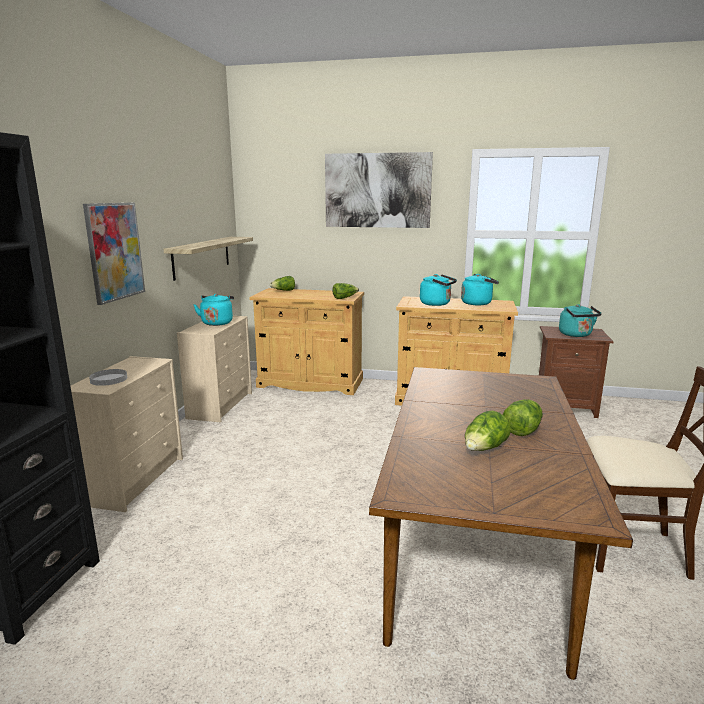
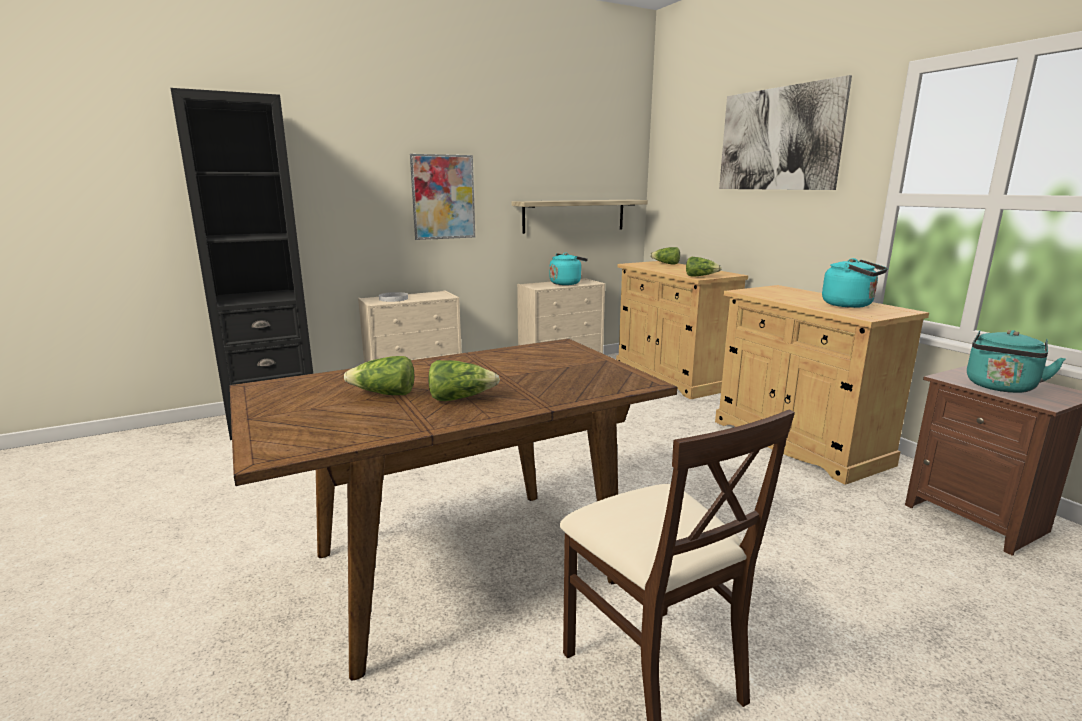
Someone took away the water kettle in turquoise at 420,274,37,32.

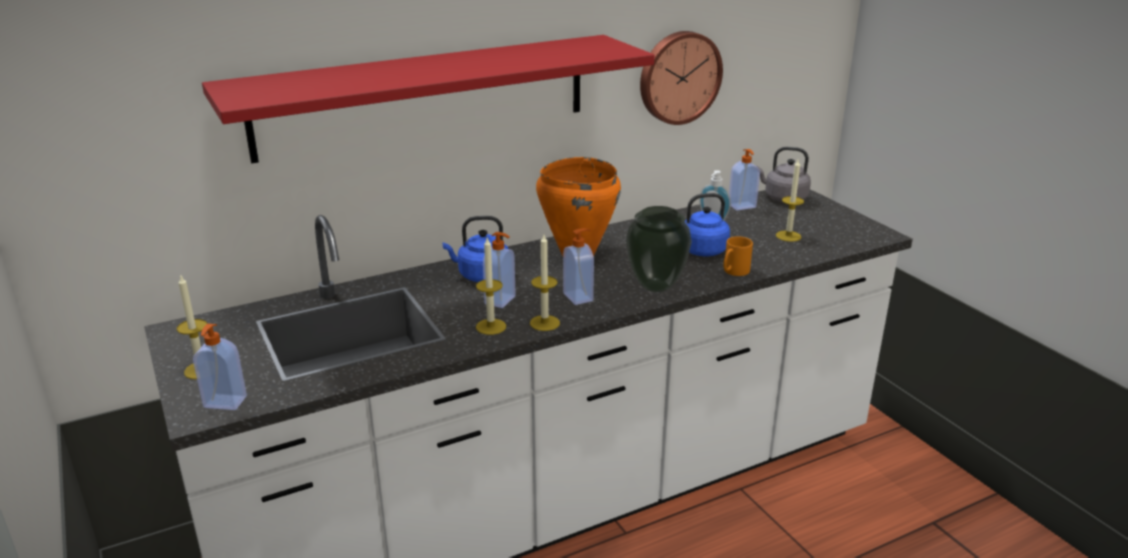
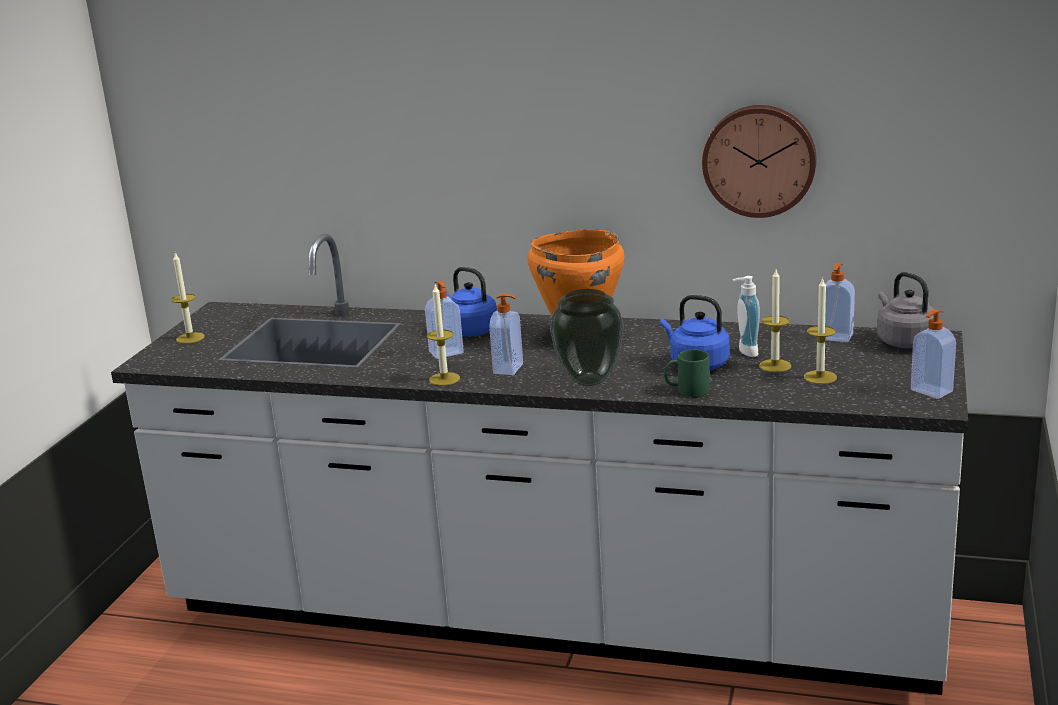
Someone took away the wall shelf in red-coloured at 202,35,452,128.
Someone repainted the tea mug in orangey at 723,236,30,40, which became the tea mug in green at 664,350,46,47.
Someone carried the wax light from 476,238,30,97 to 759,270,32,103.
Someone carried the soap dispenser from 193,324,54,86 to 911,309,45,90.

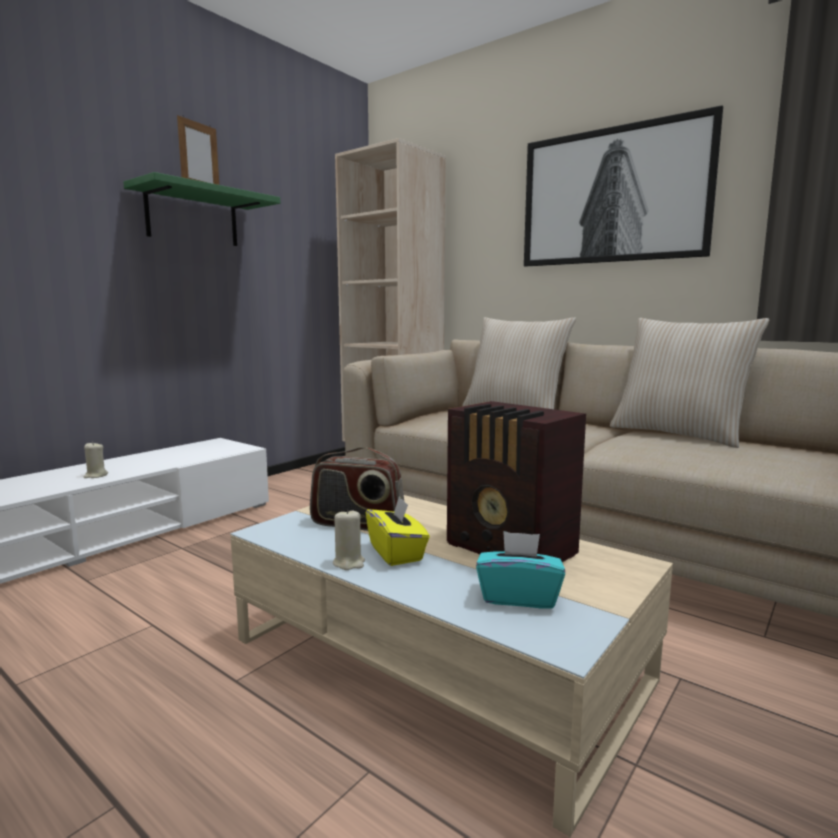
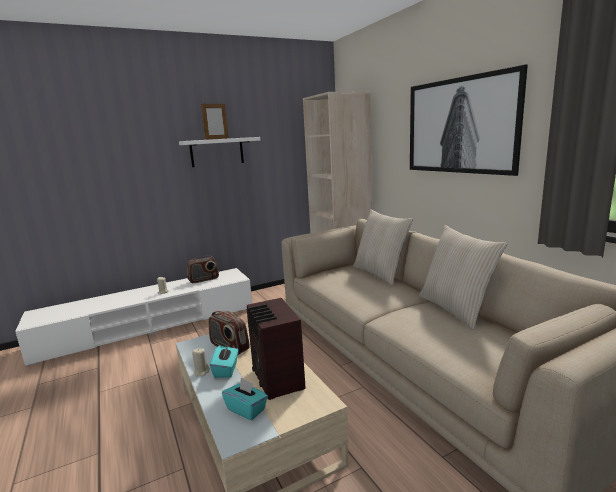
Someone repainted the wall shelf in green at 123,172,157,74, which became the wall shelf in white-coloured at 179,137,81,30.
Someone repainted the box of tissues in yellowish at 366,496,64,70, which became the box of tissues in turquoise at 210,344,28,34.
Someone put down the radio at 187,255,32,28.

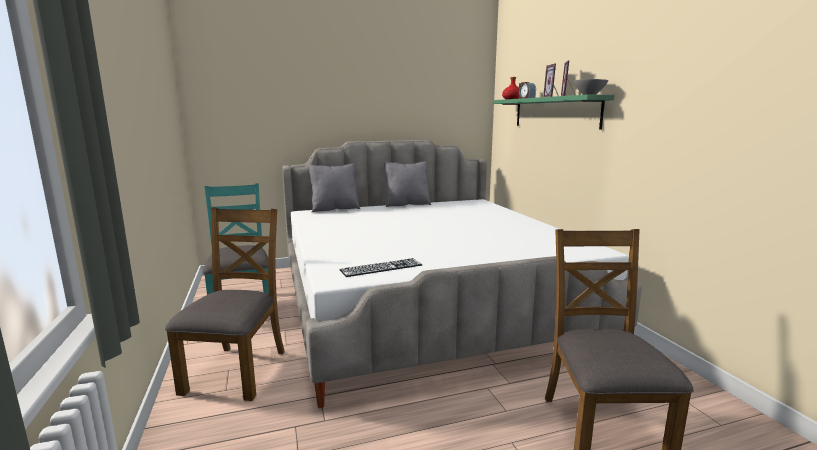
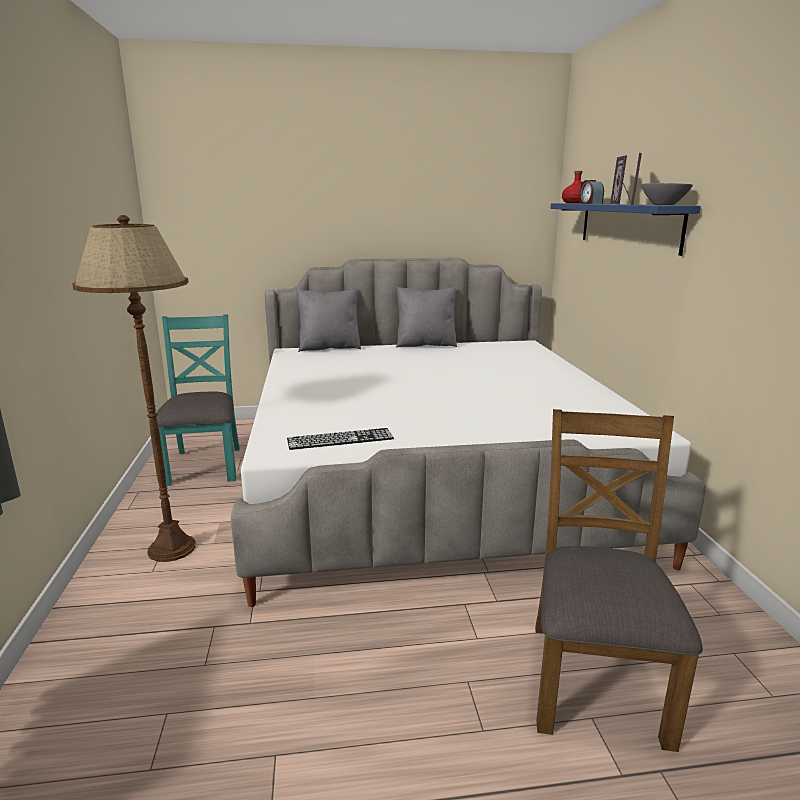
Someone repainted the wall shelf in green at 494,94,120,36, which became the wall shelf in blue-coloured at 550,203,151,53.
Someone swapped the plain chair in brownish at 165,207,120,194 for the standard lamp in brownish at 72,215,124,347.

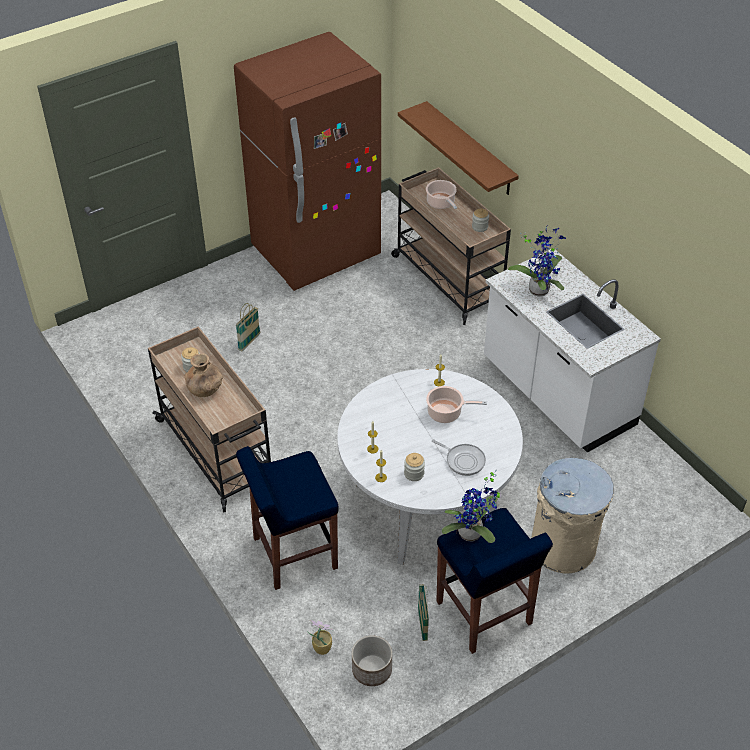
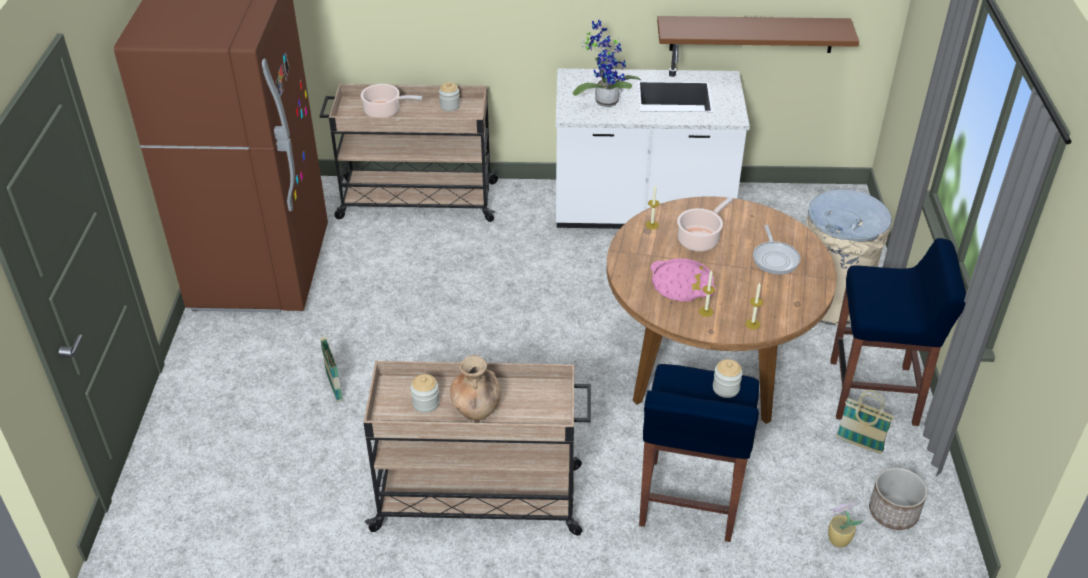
Someone carried the wall shelf in brownish from 398,101,121,94 to 657,16,202,37.
Someone repainted the dining table in white-coloured at 337,369,186,196, which became the dining table in brownish at 607,196,230,228.
Someone rotated the skillet at 432,439,54,37 by 105 degrees clockwise.
Someone carried the jar from 404,453,21,28 to 713,359,29,39.
Someone took away the plant in a pot at 441,470,59,73.
Someone put down the serving tray in pinkish at 651,258,65,44.

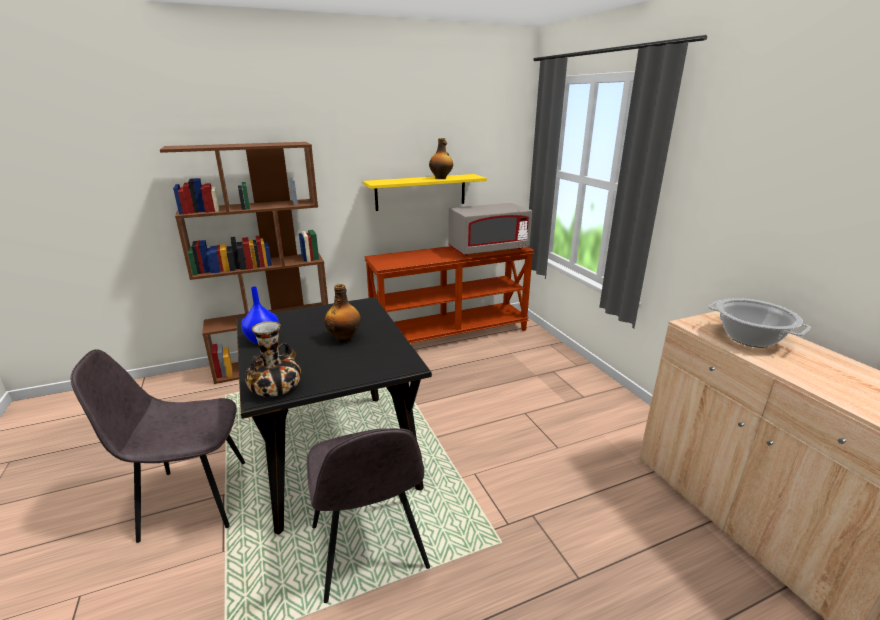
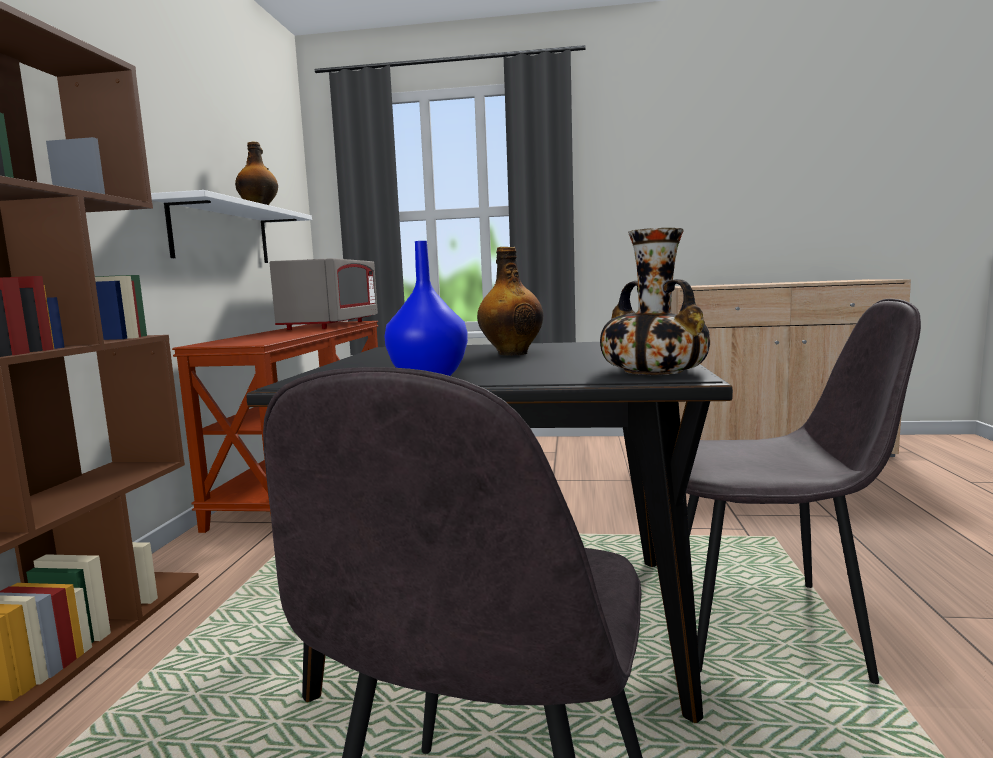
Someone repainted the wall shelf in yellowish at 363,174,124,37, which became the wall shelf in white-coloured at 151,190,161,73.
Someone took away the saucepot at 708,298,103,50.

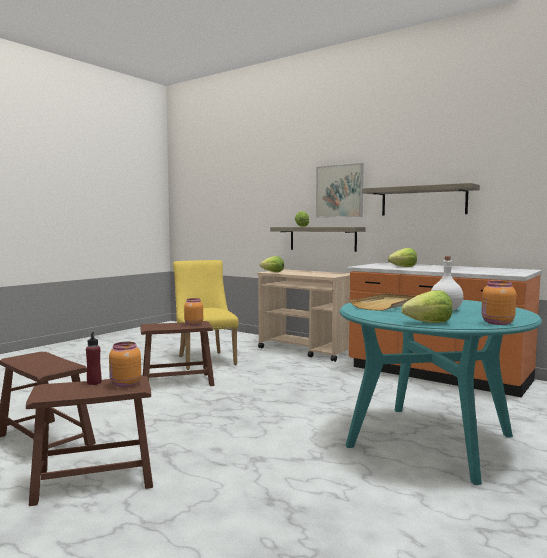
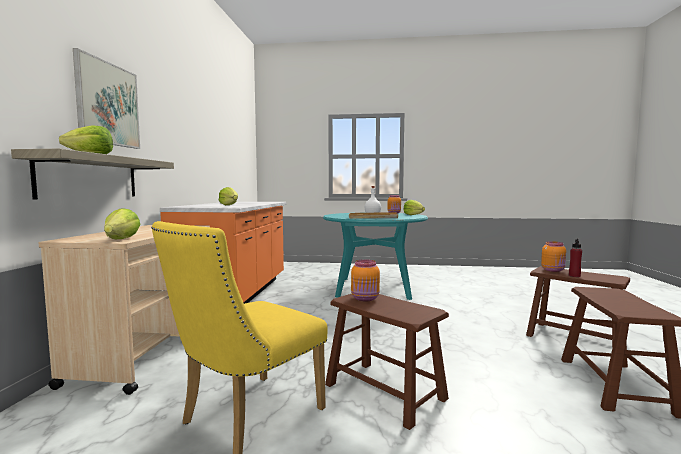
Someone took away the wall shelf at 362,183,118,32.

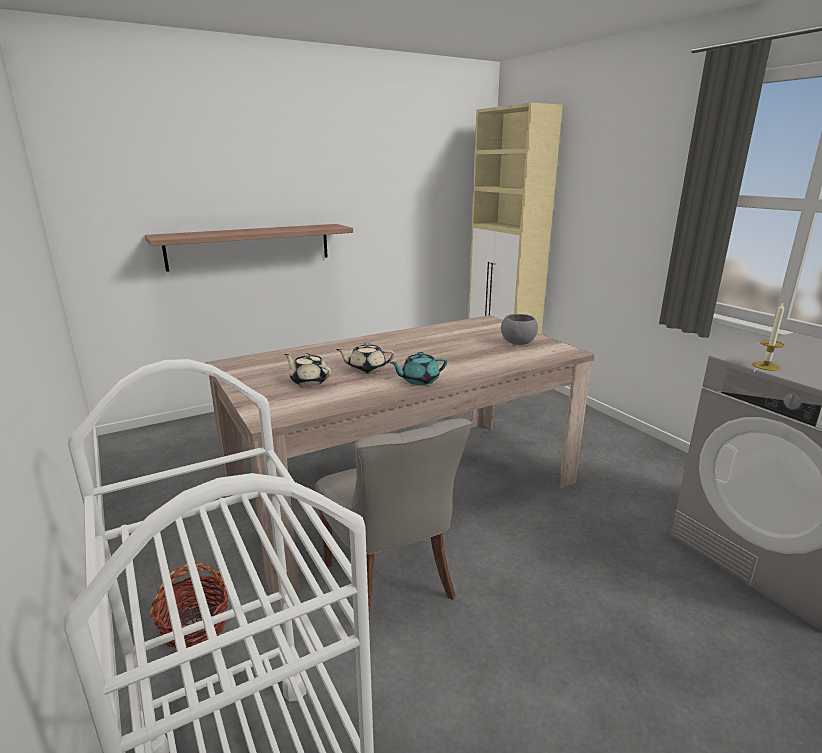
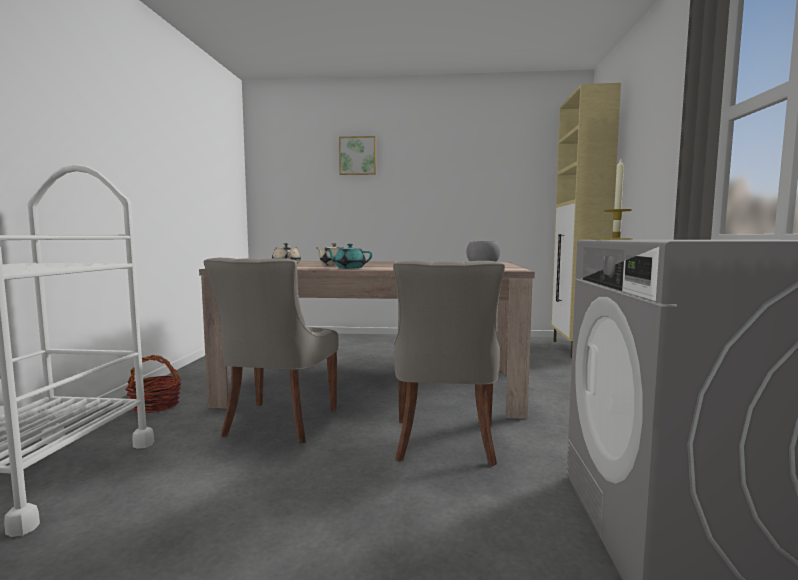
Someone took away the wall shelf at 145,224,208,48.
Someone put up the wall art at 339,136,37,39.
Someone put down the plain chair in gray at 393,260,112,206.

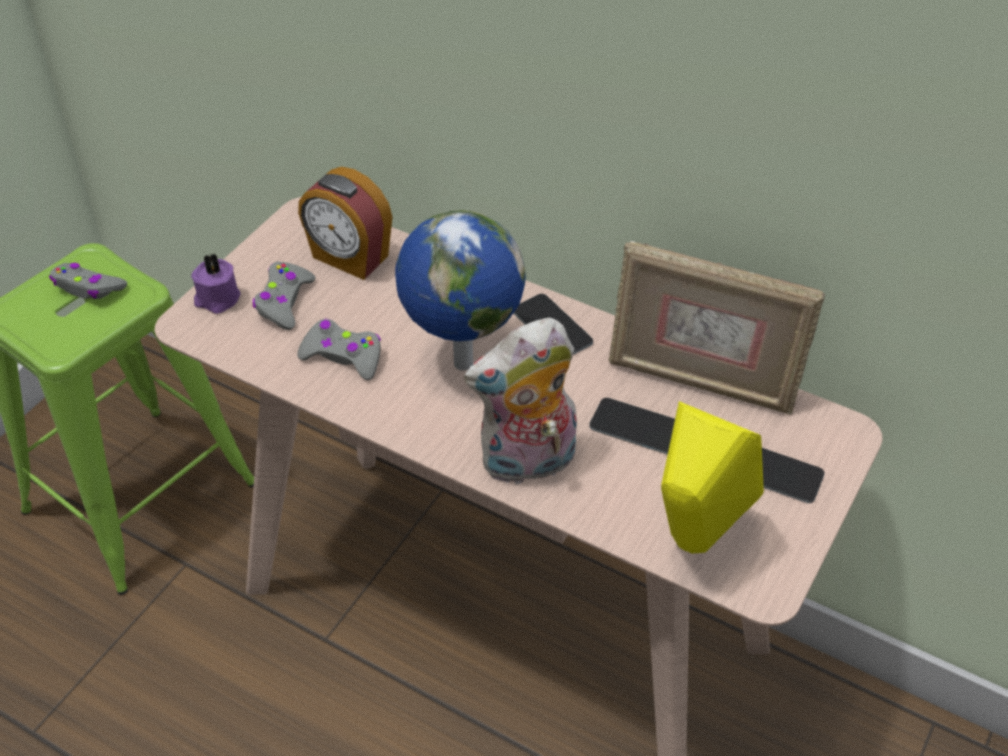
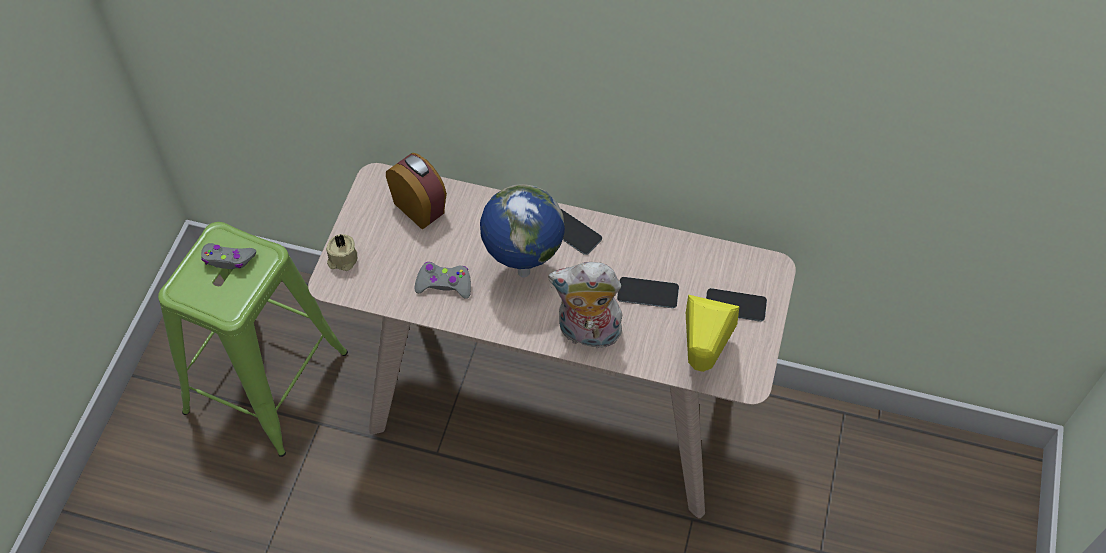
Someone rotated the table clock at 298,167,94,113 by 150 degrees counterclockwise.
Someone took away the photo frame at 608,241,217,174.
Someone repainted the wax light in purple-coloured at 191,254,49,60, which became the wax light in beige at 326,234,31,37.
Someone took away the joypad in gray at 253,262,62,68.
Someone rotated the cuddly toy at 464,317,113,167 by 45 degrees clockwise.

